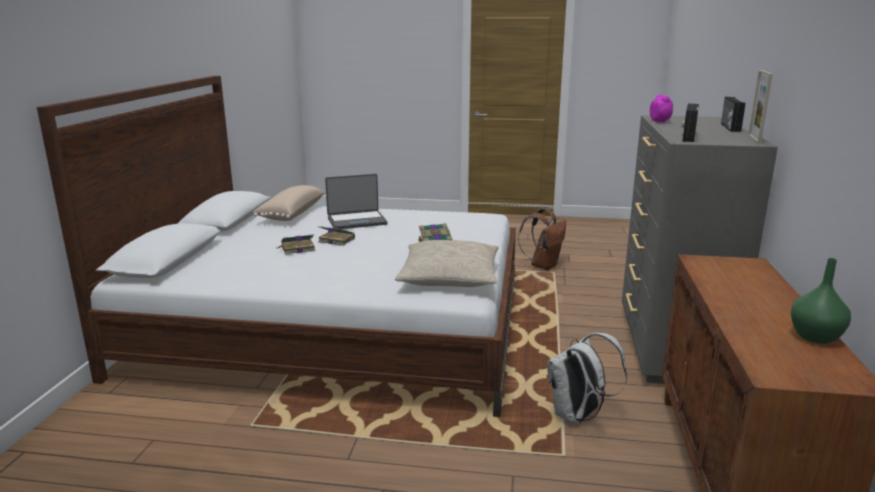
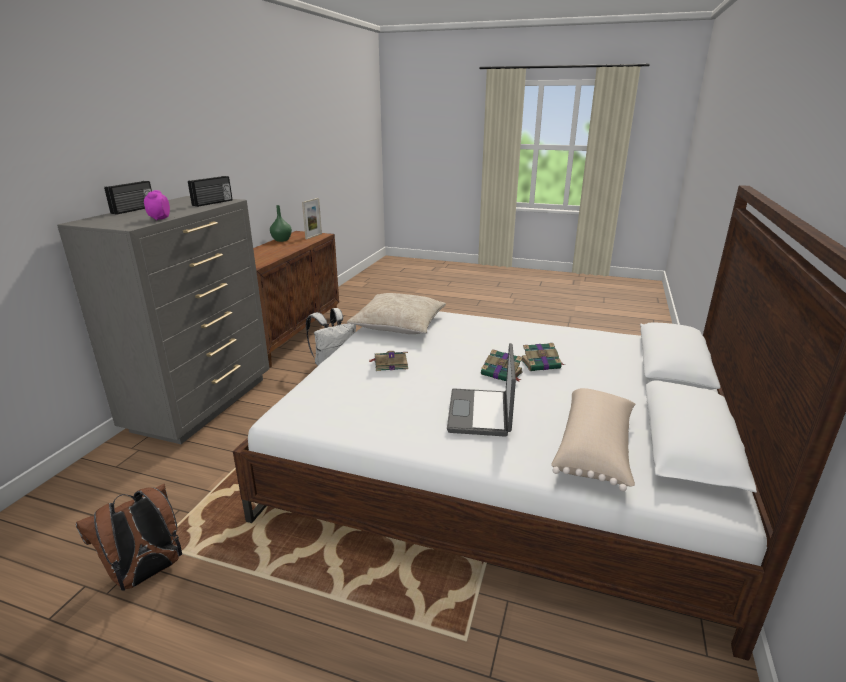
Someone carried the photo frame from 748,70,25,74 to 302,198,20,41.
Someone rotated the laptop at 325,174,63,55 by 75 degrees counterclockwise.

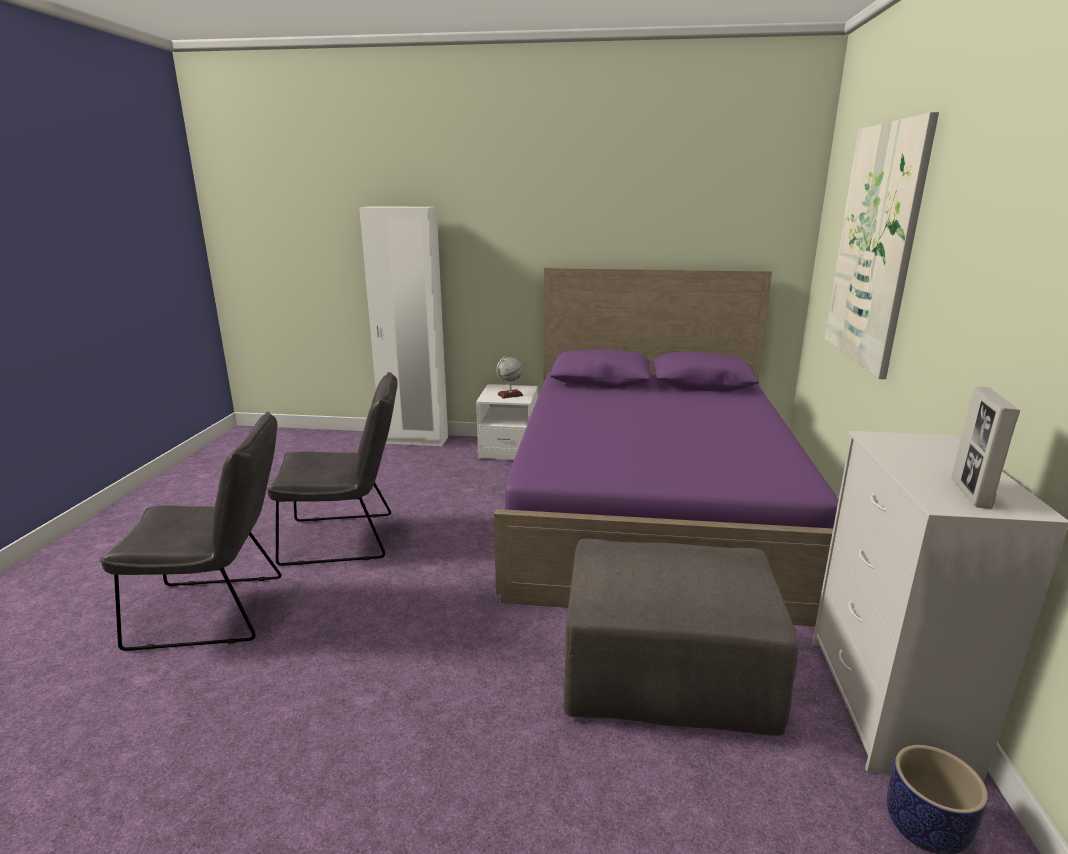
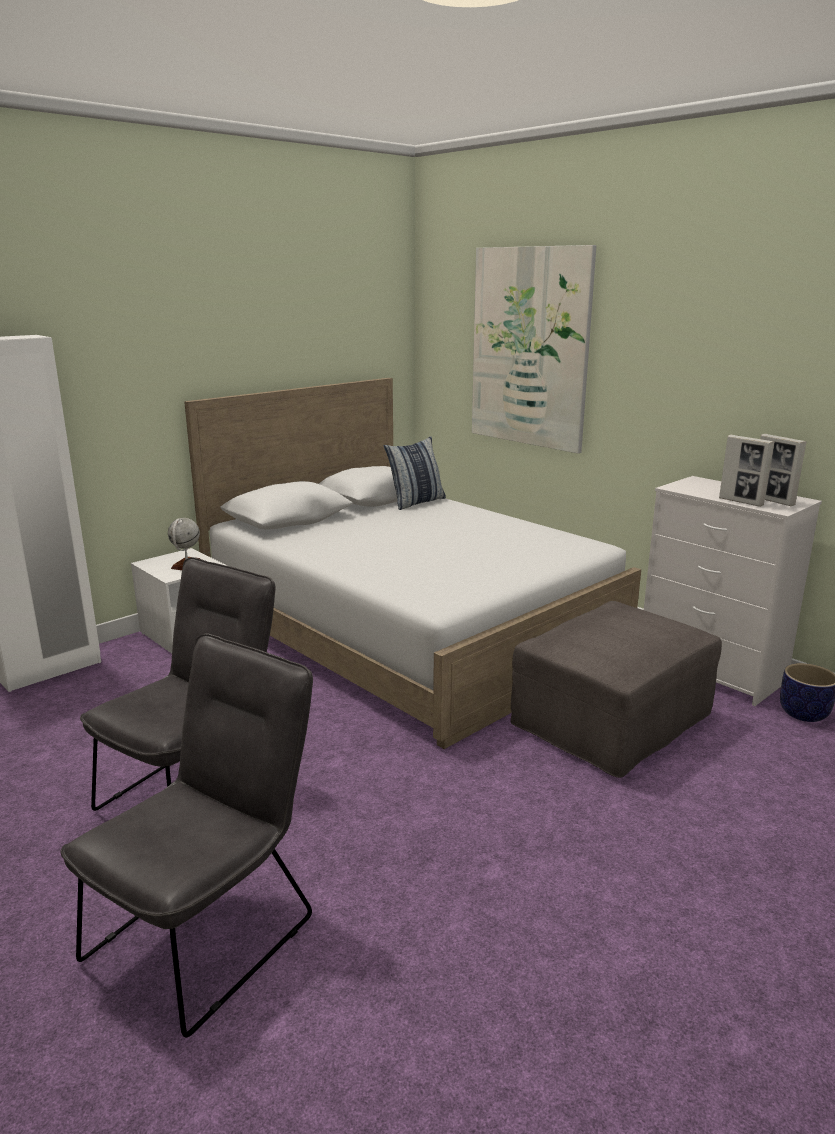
Someone repainted the sleeping bed in purple-coloured at 494,268,344,358, which became the sleeping bed in white-coloured at 184,378,457,371.
Someone put down the photo frame at 719,435,55,72.
Someone put down the throw pillow at 384,436,62,74.

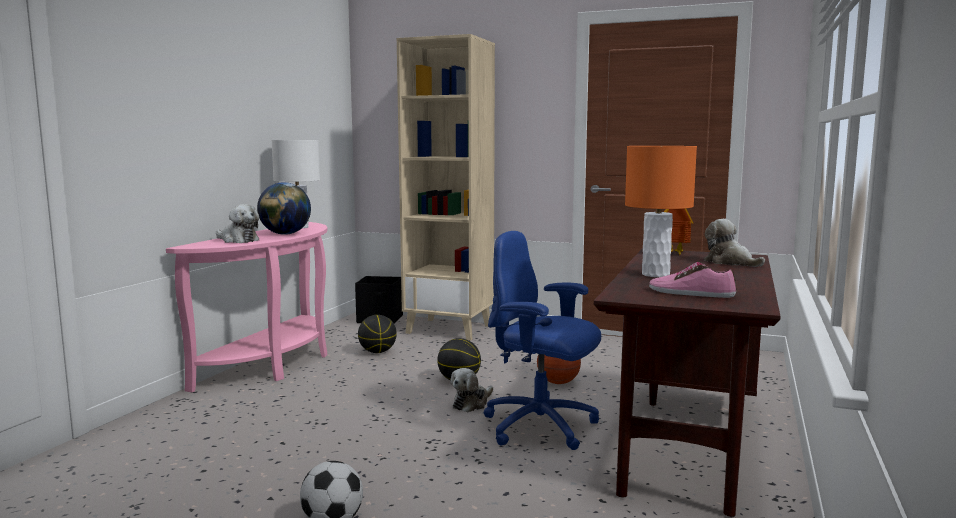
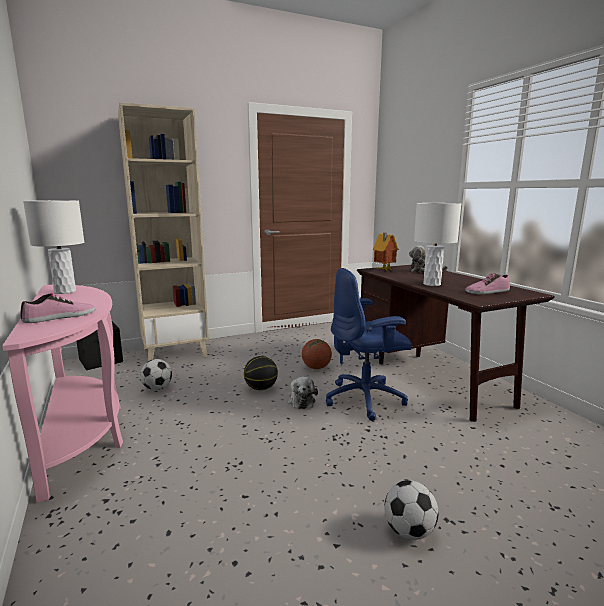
Someone repainted the table lamp in orangey at 625,146,72,131, which became the table lamp in white-coloured at 414,203,47,83.
Someone took away the world globe at 257,182,54,53.
Someone swapped the cuddly toy at 216,204,44,39 for the low shoe at 20,293,75,30.
Someone swapped the ball for basketball at 358,315,39,38 for the football ball at 140,359,32,31.

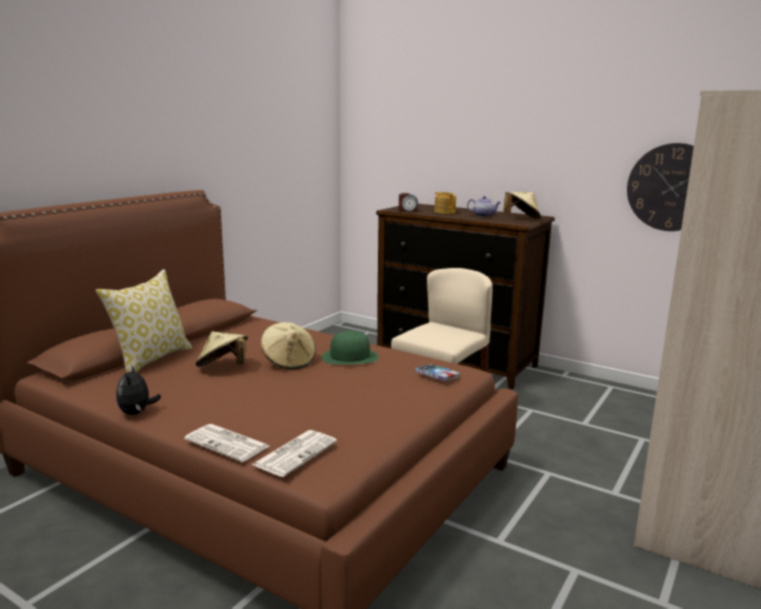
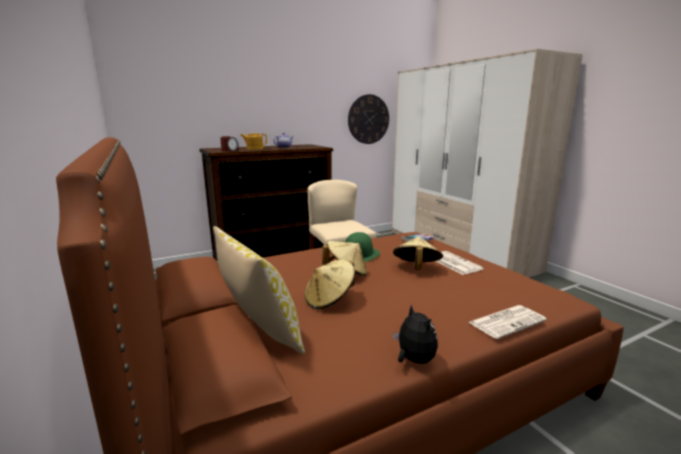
Someone carried the clothing hat in beige from 504,192,37,27 to 393,236,50,34.
Someone rotated the cuddly toy at 116,364,45,51 by 135 degrees counterclockwise.
Someone carried the newspaper from 252,430,85,47 to 436,251,48,24.

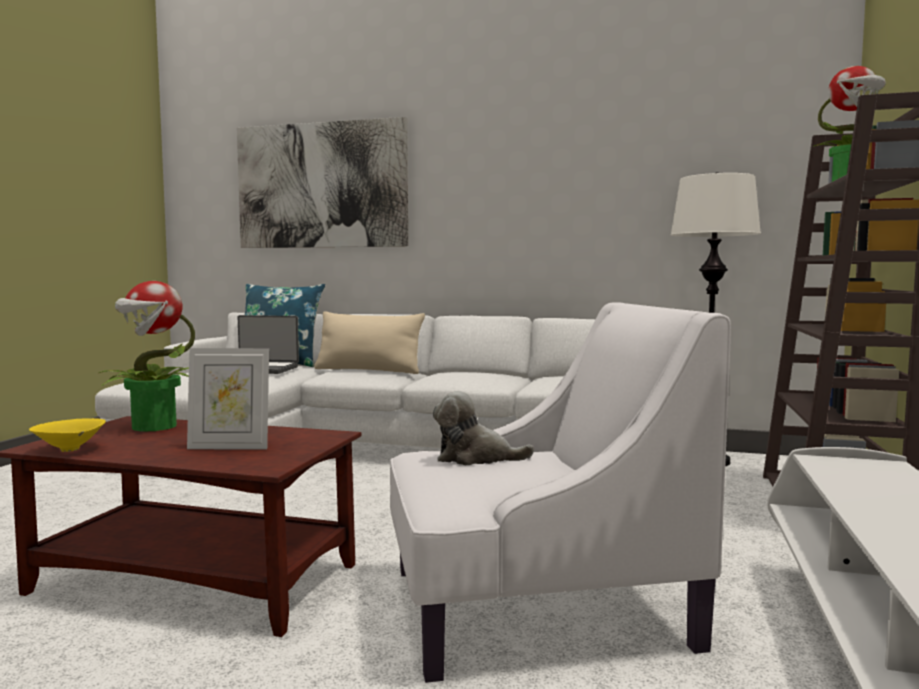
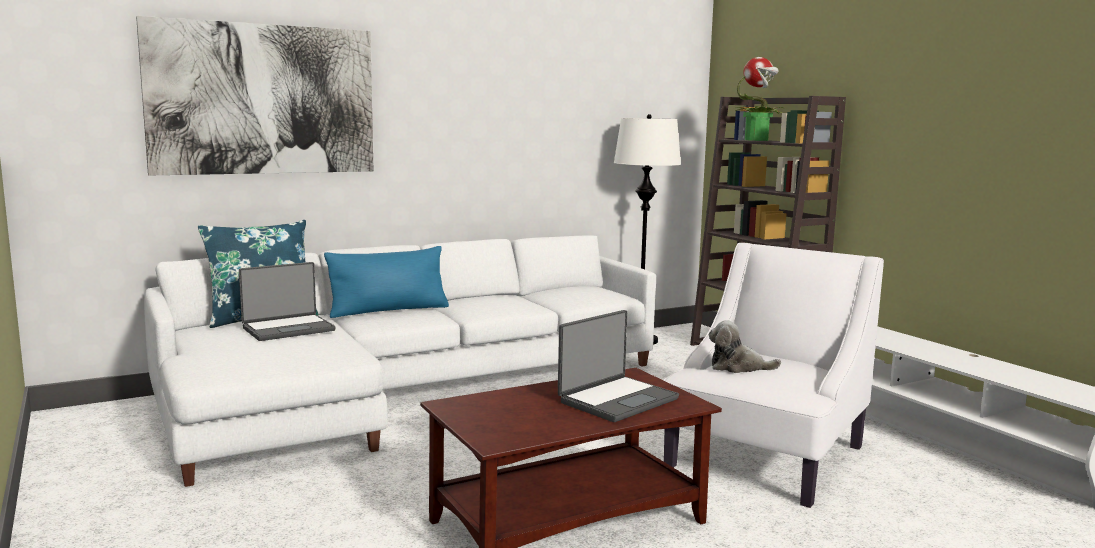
Someone took away the plant in a pot at 99,281,96,151.
Someone repainted the throw pillow in beige at 314,311,111,63, which became the throw pillow in blue-coloured at 324,246,125,72.
Someone swapped the photo frame at 187,348,82,102 for the laptop at 558,310,121,112.
Someone rotated the cuddly toy at 433,391,101,74 by 45 degrees clockwise.
Someone took away the bowl in yellowish at 29,418,77,34.

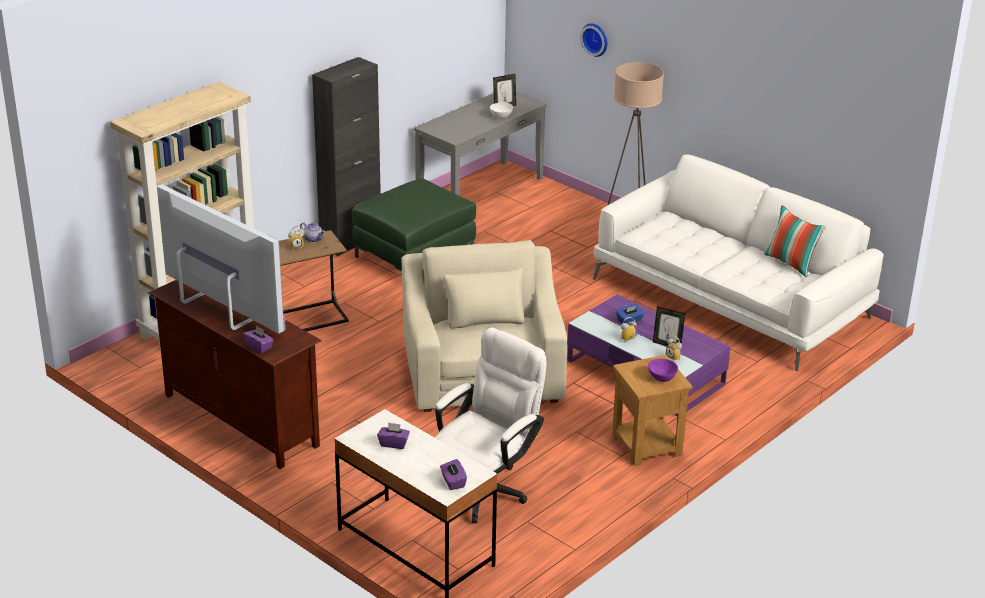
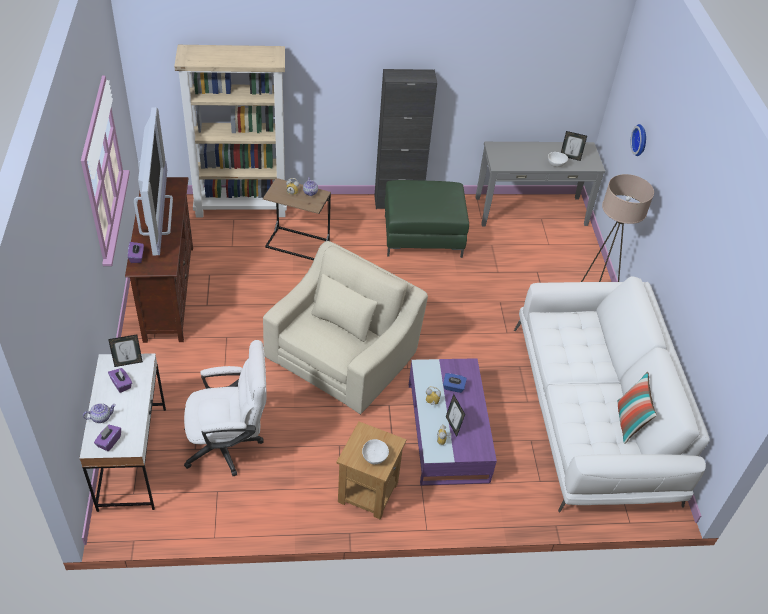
Someone repainted the bowl in purple-coloured at 648,358,30,24, which became the bowl in white-coloured at 362,439,27,25.
Someone put down the photo frame at 108,335,35,32.
Someone put down the teapot at 83,403,33,20.

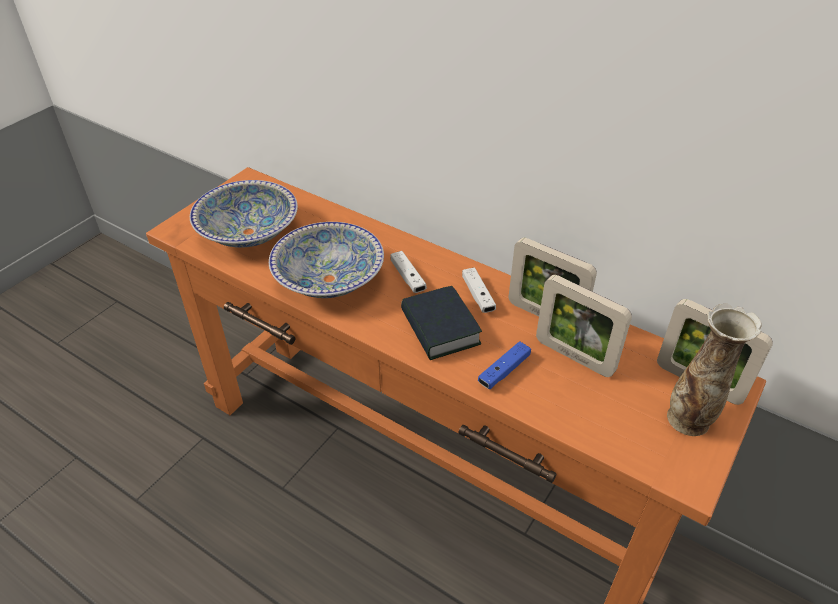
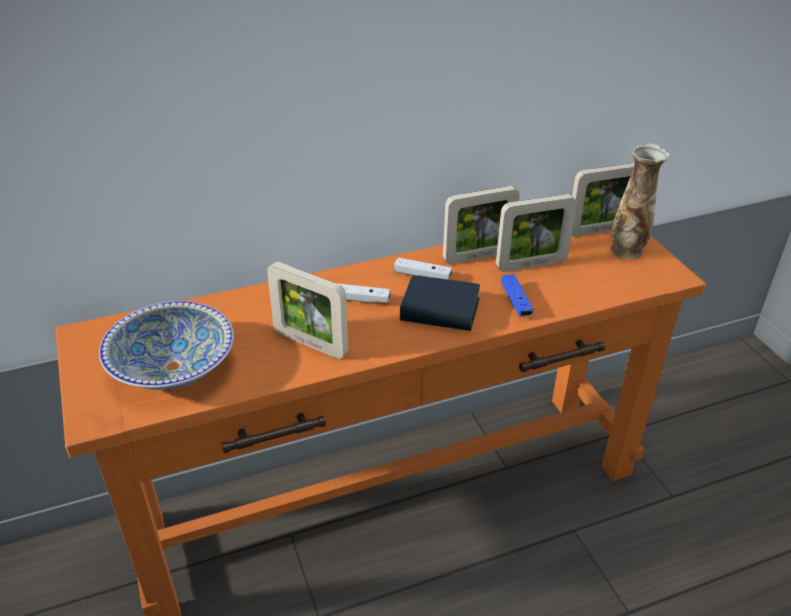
Someone swapped the bowl at 269,222,115,76 for the photo frame at 267,262,81,97.

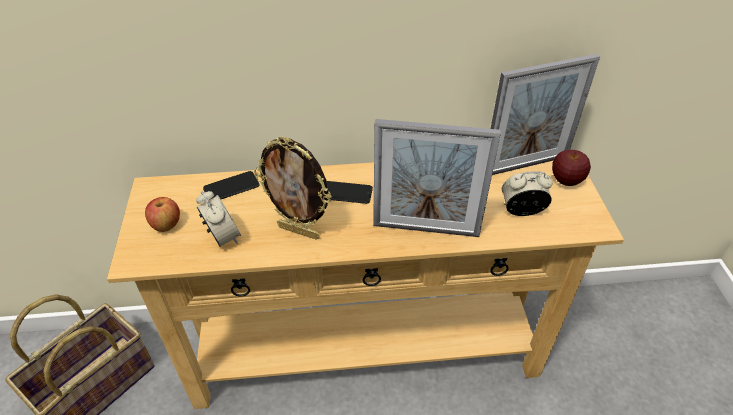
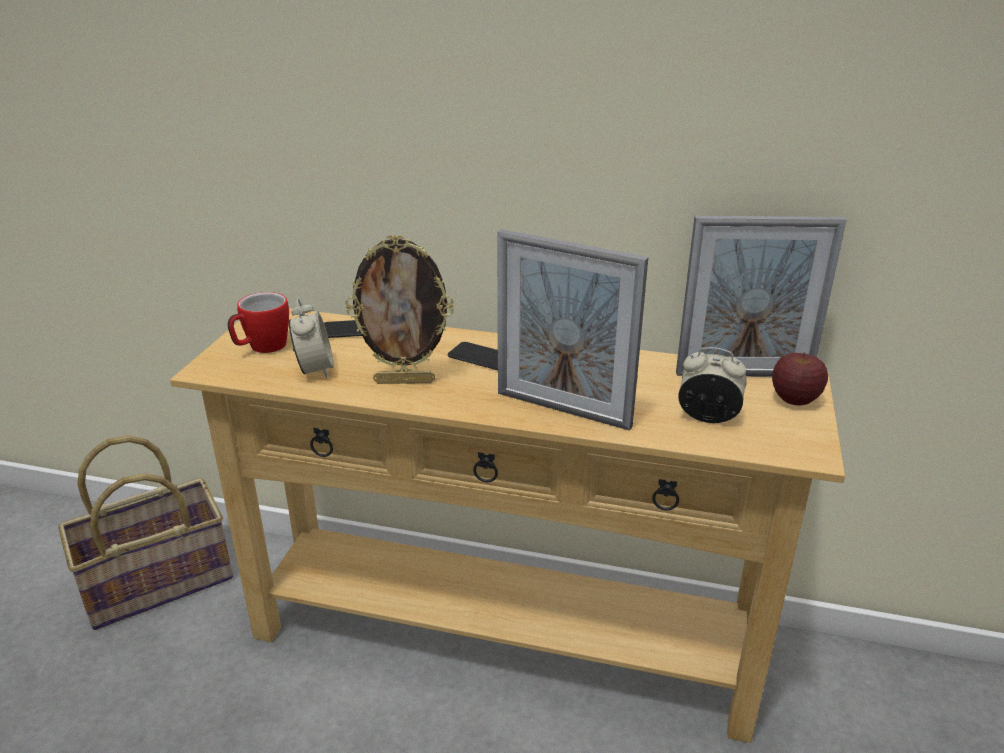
Someone rotated the photo frame at 254,137,78,103 by 45 degrees counterclockwise.
Someone swapped the whole apple at 145,197,35,35 for the tea mug at 228,292,61,61.

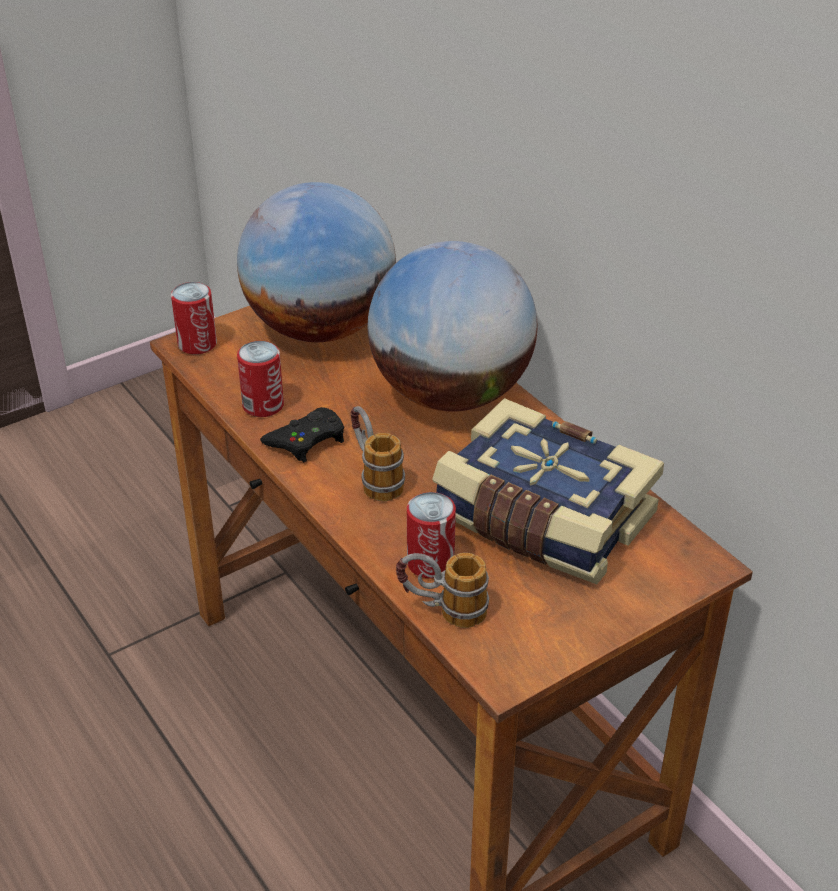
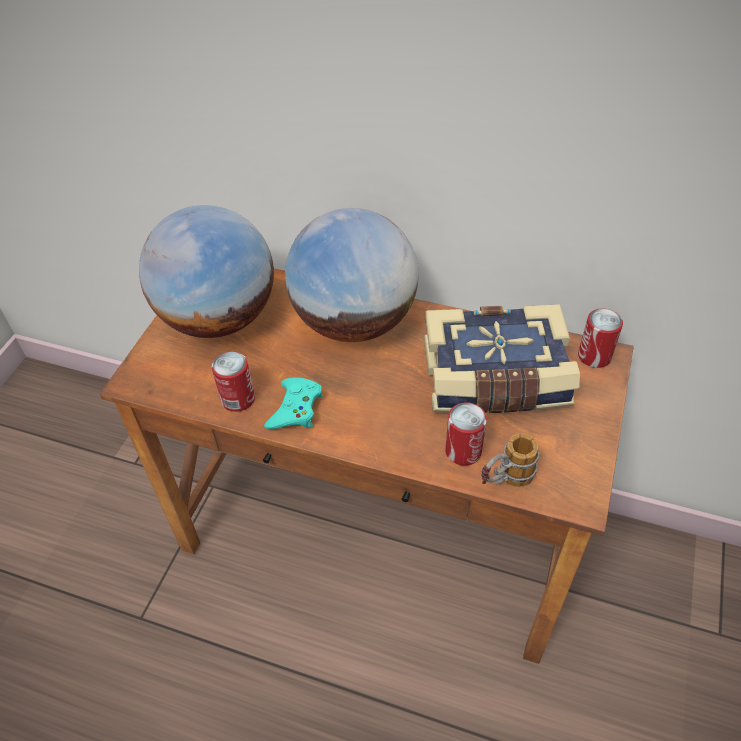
Someone carried the metal can from 171,282,46,73 to 578,309,45,59.
Someone took away the tea mug at 350,406,55,95.
Someone repainted the joypad in black-coloured at 260,407,84,55, which became the joypad in turquoise at 264,377,59,52.

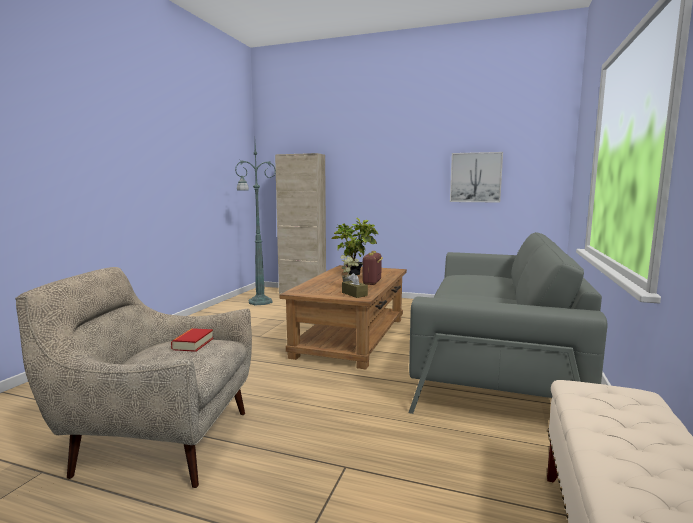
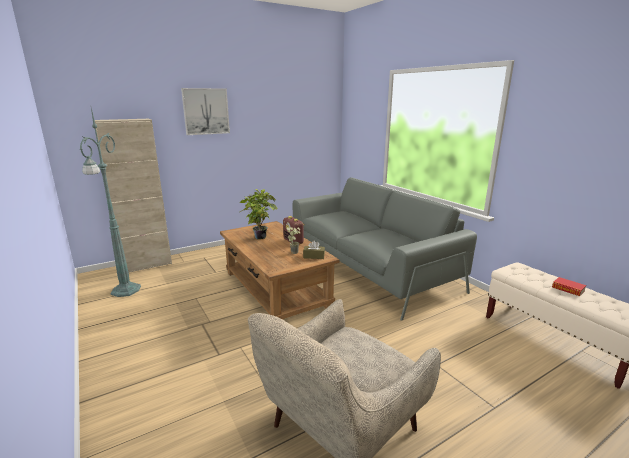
Someone carried the wall art from 450,152,53,51 to 181,88,49,47.
Someone carried the volume from 171,328,43,24 to 552,277,34,19.

